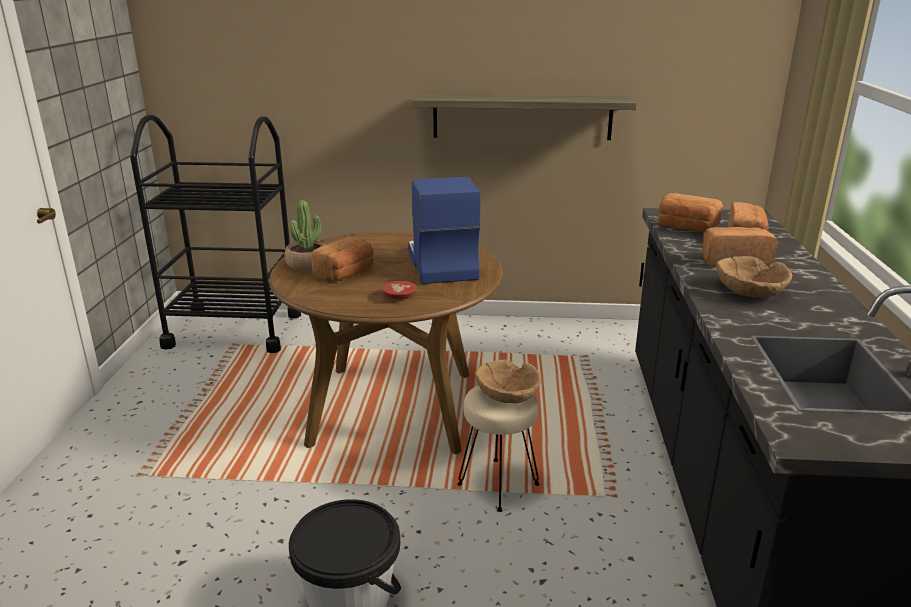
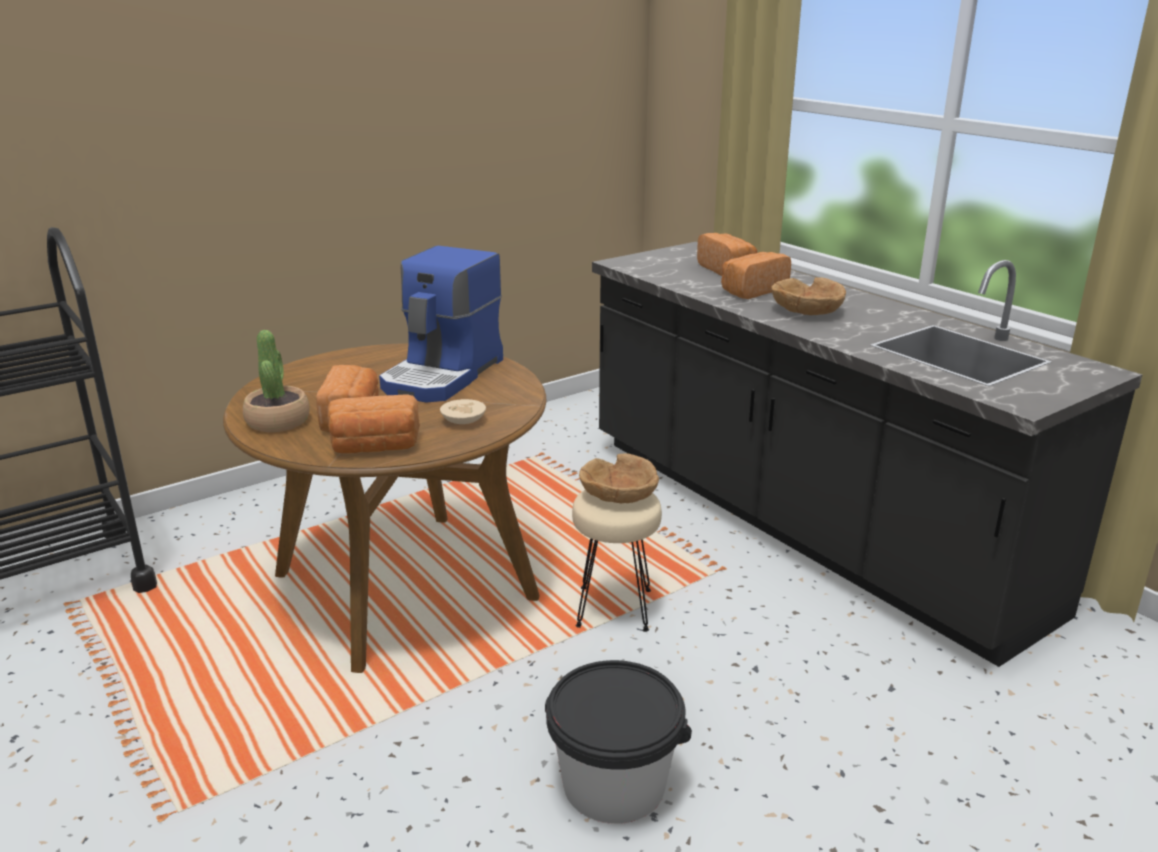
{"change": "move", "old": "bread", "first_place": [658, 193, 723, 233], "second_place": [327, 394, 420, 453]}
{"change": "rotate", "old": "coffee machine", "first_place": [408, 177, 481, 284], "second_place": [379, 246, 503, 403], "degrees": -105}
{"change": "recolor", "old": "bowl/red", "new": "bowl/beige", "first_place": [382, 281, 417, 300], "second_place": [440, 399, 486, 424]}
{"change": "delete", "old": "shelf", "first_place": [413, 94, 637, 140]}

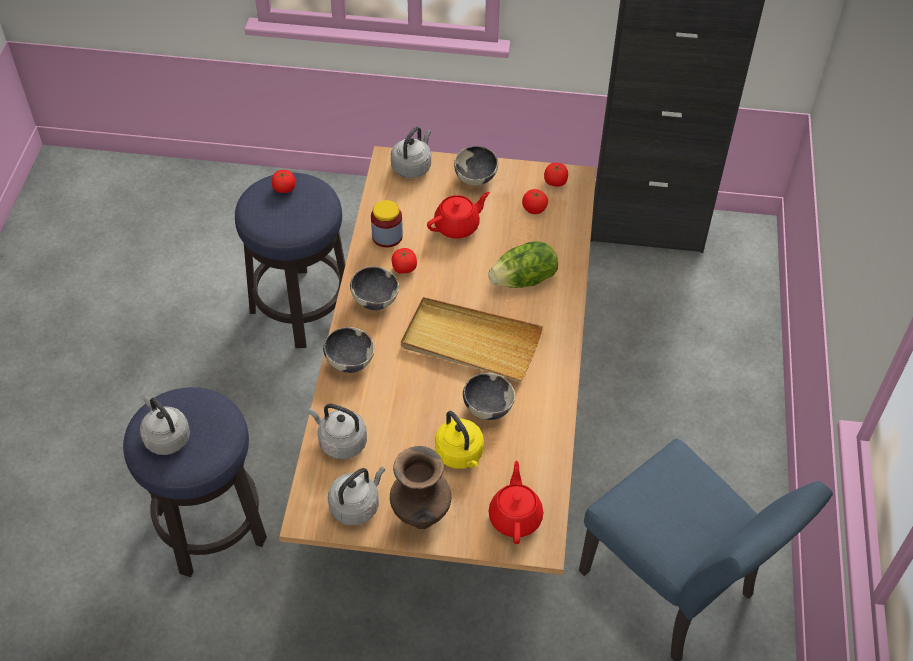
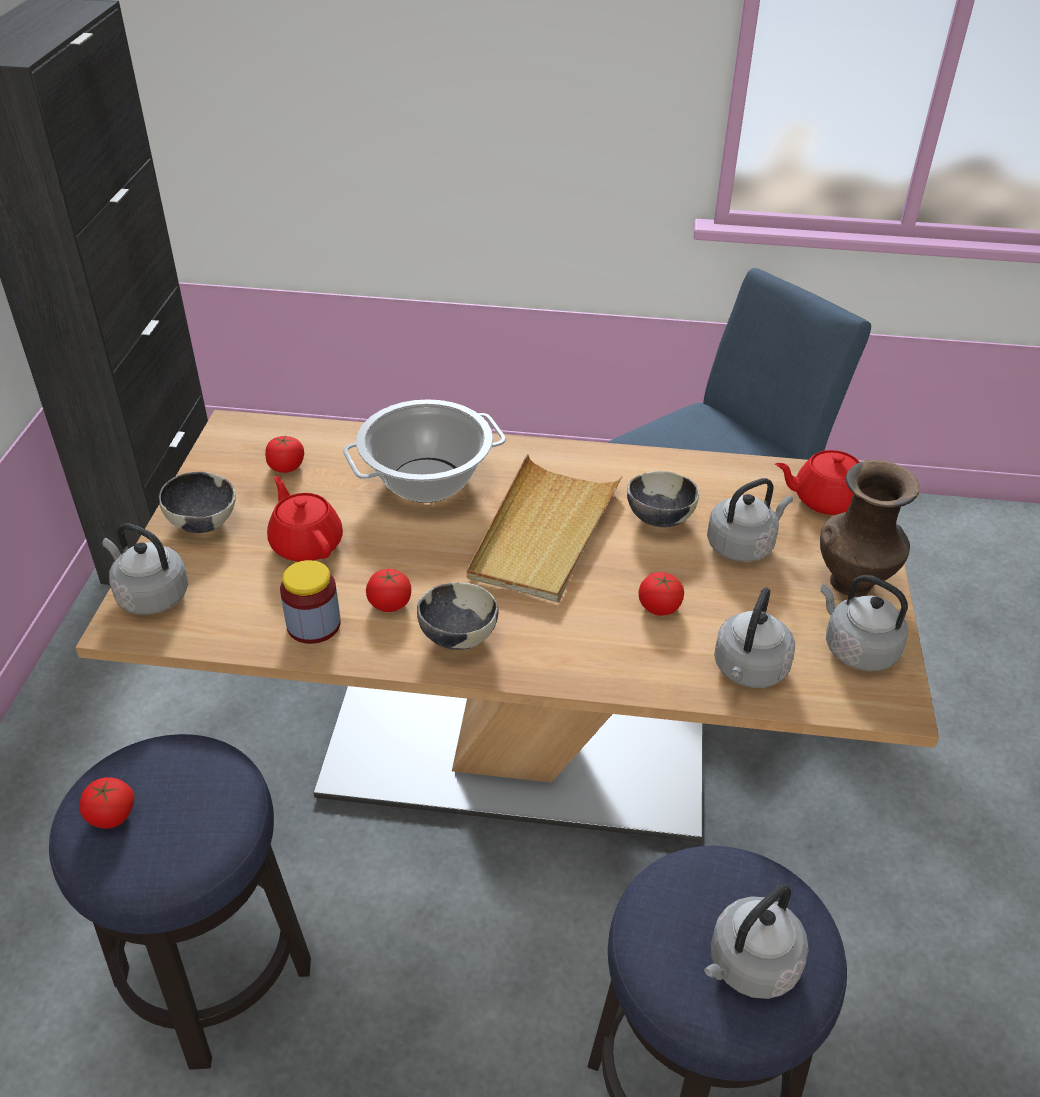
{"change": "replace", "old": "lettuce", "new": "cooking pot", "first_place": [488, 241, 558, 288], "second_place": [343, 399, 506, 503]}
{"change": "move", "old": "tomato", "first_place": [544, 163, 568, 187], "second_place": [638, 572, 684, 616]}
{"change": "recolor", "old": "kettle/yellow", "new": "kettle/grey", "first_place": [435, 411, 484, 469], "second_place": [707, 478, 793, 562]}
{"change": "delete", "old": "bowl", "first_place": [323, 327, 375, 373]}

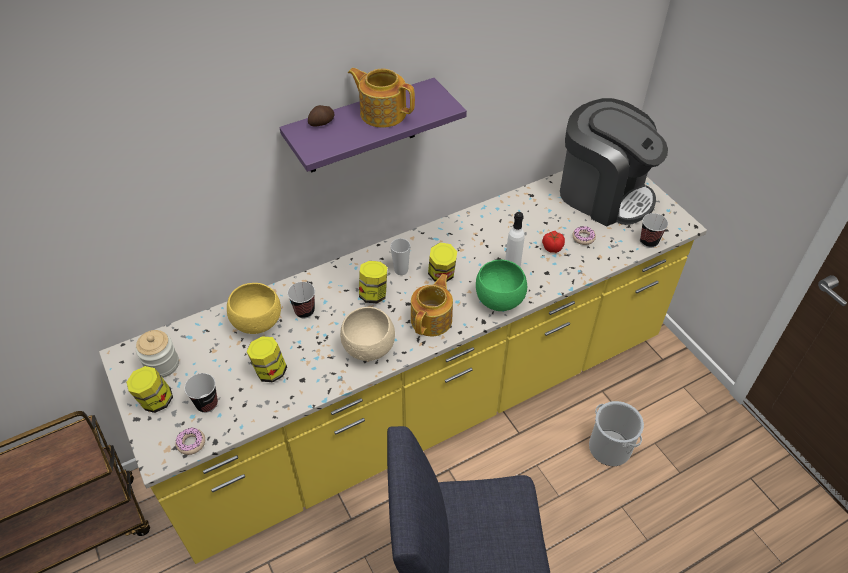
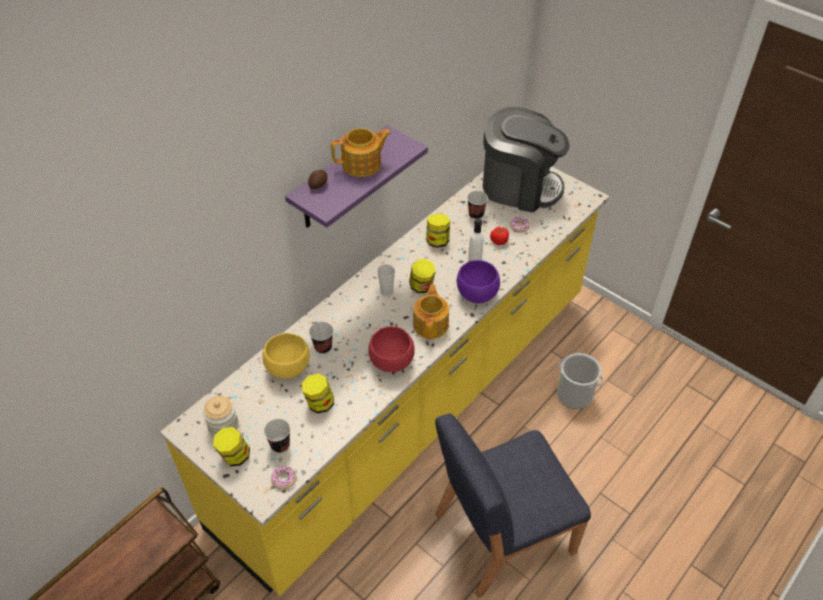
{"change": "rotate", "old": "teapot", "first_place": [348, 68, 415, 127], "second_place": [331, 128, 392, 177], "degrees": 150}
{"change": "recolor", "old": "bowl/beige", "new": "bowl/red", "first_place": [340, 307, 395, 361], "second_place": [368, 326, 415, 372]}
{"change": "move", "old": "jar", "first_place": [359, 261, 387, 303], "second_place": [426, 213, 450, 248]}
{"change": "recolor", "old": "bowl/green", "new": "bowl/purple", "first_place": [476, 260, 527, 311], "second_place": [457, 260, 500, 303]}
{"change": "move", "old": "cup", "first_place": [640, 213, 668, 248], "second_place": [467, 191, 488, 219]}

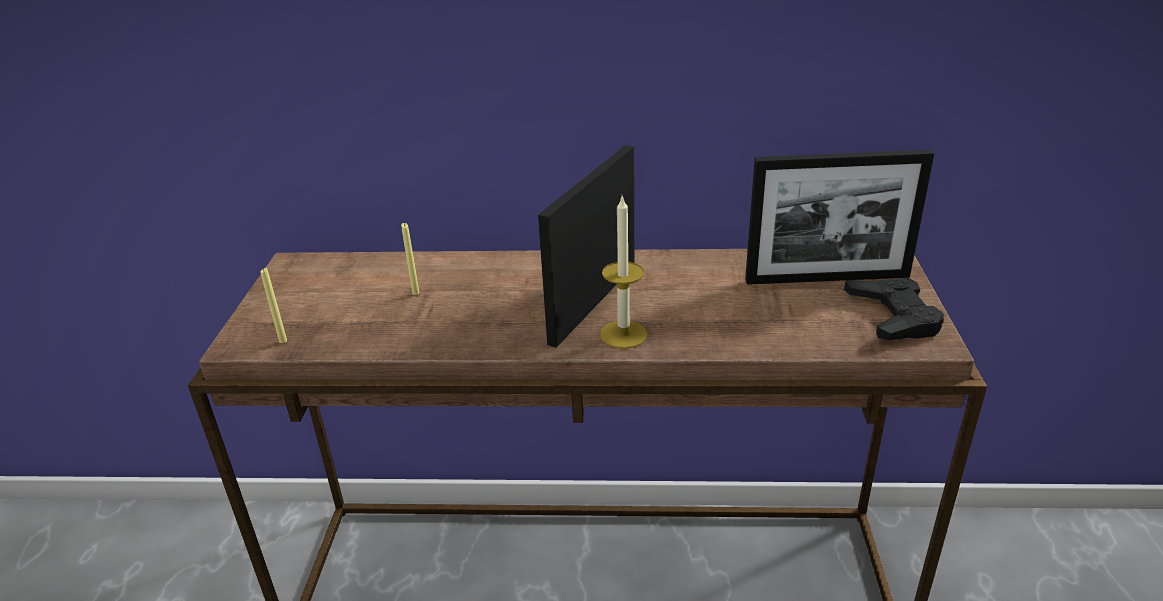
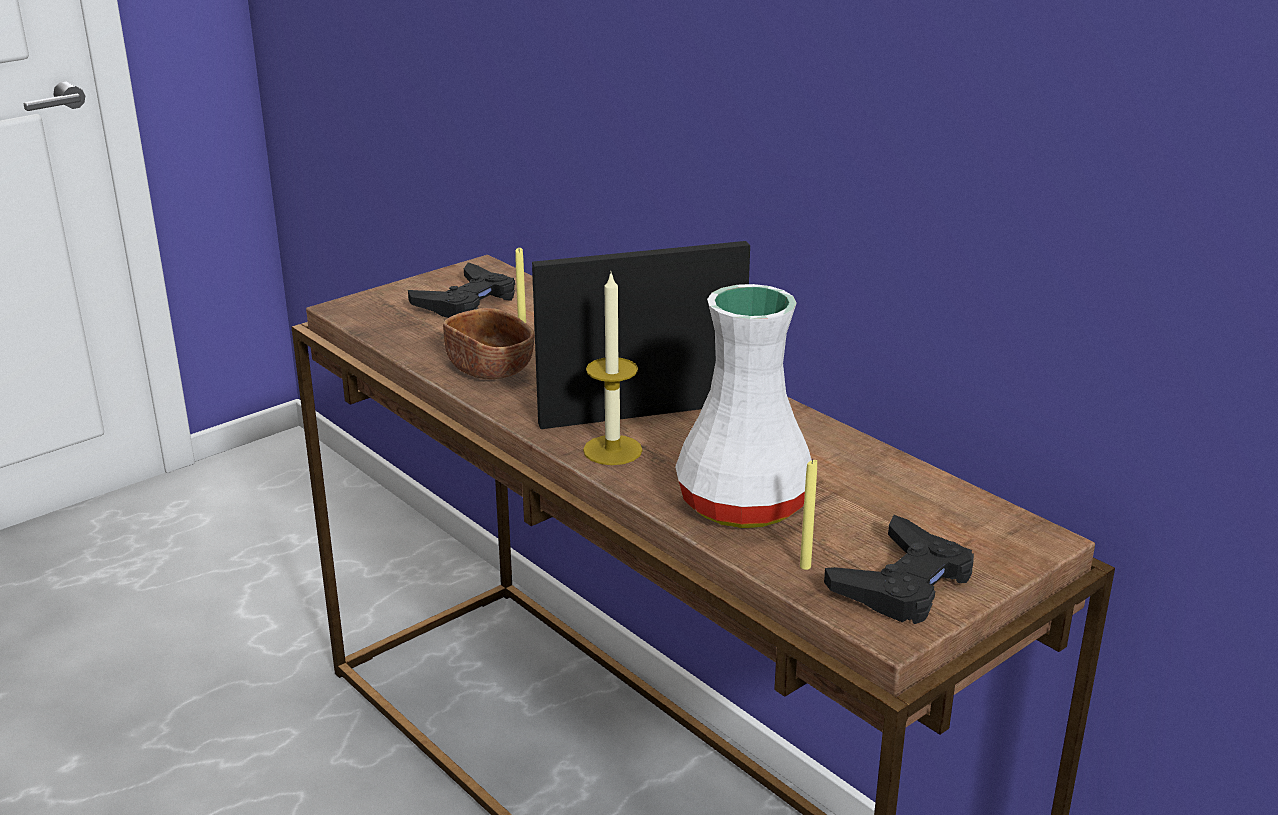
{"change": "insert", "new": "game controller/black", "second_place": [408, 262, 515, 318]}
{"change": "insert", "new": "bowl/brown", "second_place": [443, 308, 534, 379]}
{"change": "insert", "new": "vase/white", "second_place": [675, 284, 812, 528]}
{"change": "move", "old": "candle/yellow", "first_place": [260, 268, 287, 343], "second_place": [800, 459, 817, 570]}
{"change": "delete", "old": "picture frame", "first_place": [745, 150, 934, 285]}

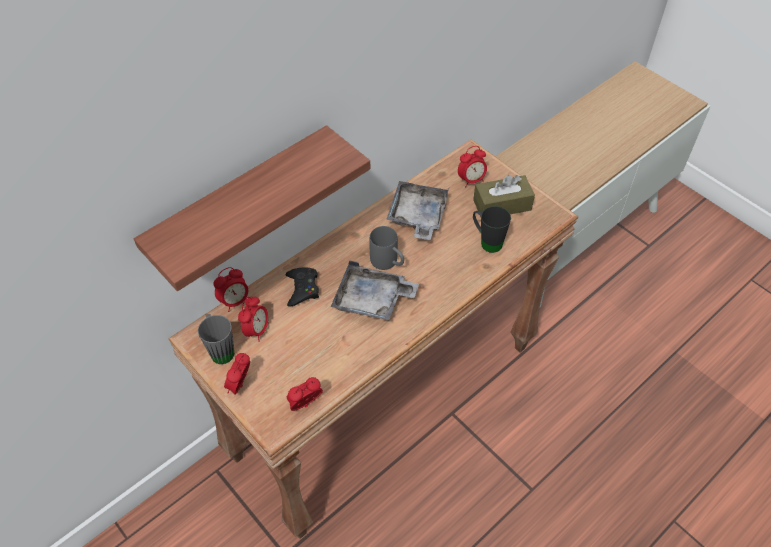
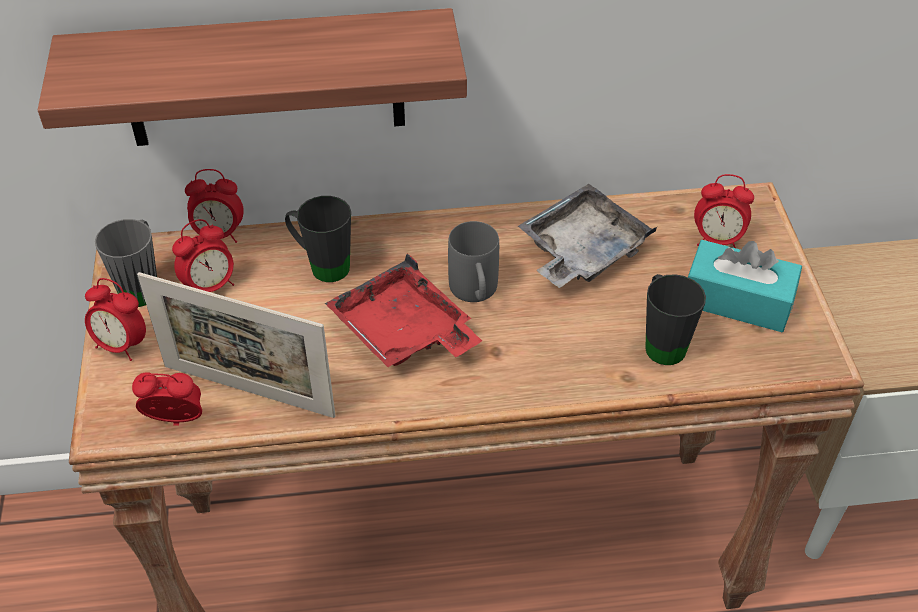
{"change": "rotate", "old": "alarm clock", "first_place": [224, 353, 250, 395], "second_place": [85, 278, 146, 361], "degrees": -120}
{"change": "insert", "new": "picture frame", "second_place": [137, 272, 336, 418]}
{"change": "replace", "old": "game controller/black", "new": "mug/black", "first_place": [286, 268, 319, 307], "second_place": [285, 196, 351, 282]}
{"change": "recolor", "old": "tray/grey", "new": "tray/red", "first_place": [331, 260, 419, 320], "second_place": [325, 253, 482, 367]}
{"change": "recolor", "old": "tissue box/brown", "new": "tissue box/turquoise", "first_place": [473, 175, 535, 217], "second_place": [688, 240, 802, 332]}

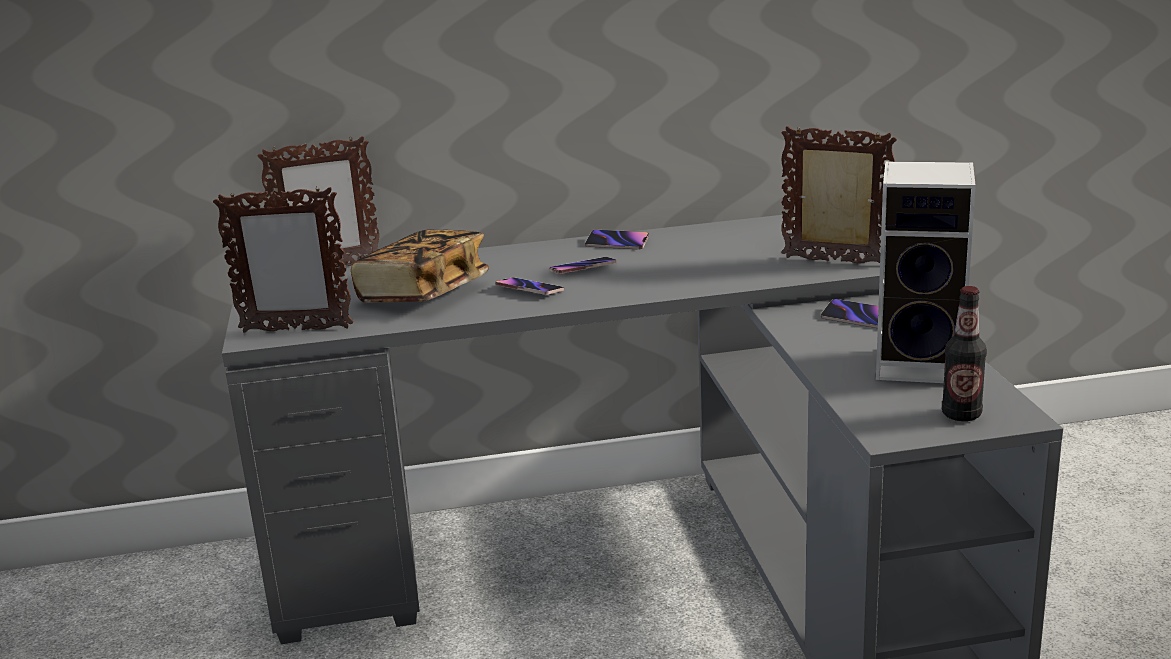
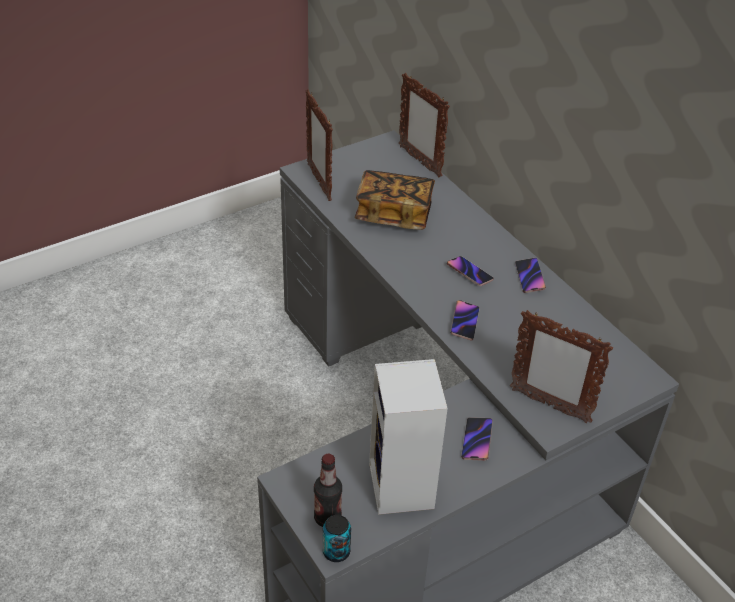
{"change": "insert", "new": "can", "second_place": [323, 515, 351, 562]}
{"change": "move", "old": "phone", "first_place": [495, 278, 564, 295], "second_place": [450, 300, 480, 341]}
{"change": "rotate", "old": "picture frame", "first_place": [781, 126, 897, 263], "second_place": [510, 310, 613, 423], "degrees": 120}

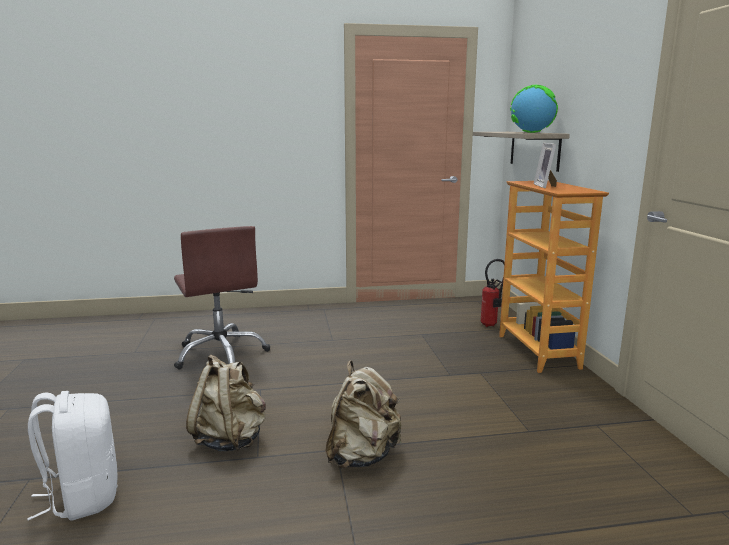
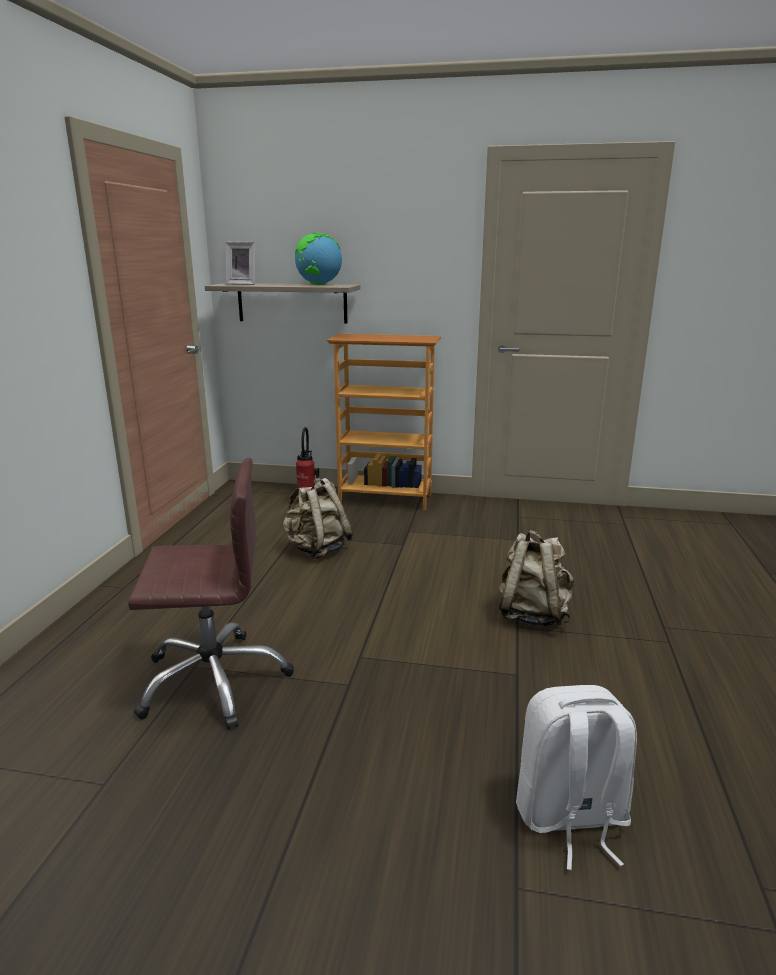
{"change": "move", "old": "picture frame", "first_place": [534, 143, 557, 188], "second_place": [226, 242, 255, 285]}
{"change": "move", "old": "backpack/beige", "first_place": [186, 355, 266, 451], "second_place": [282, 478, 353, 559]}

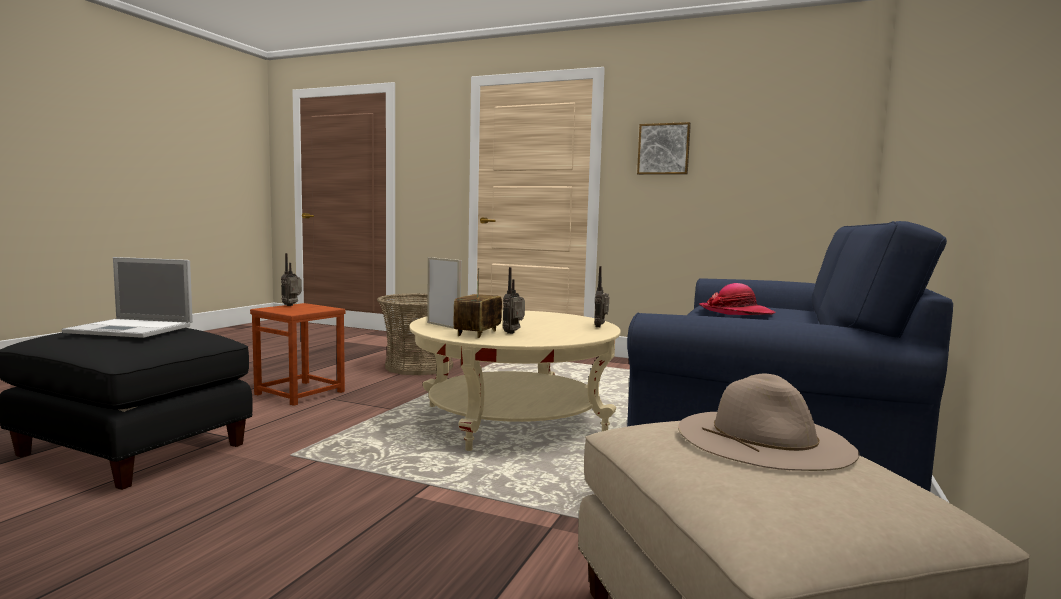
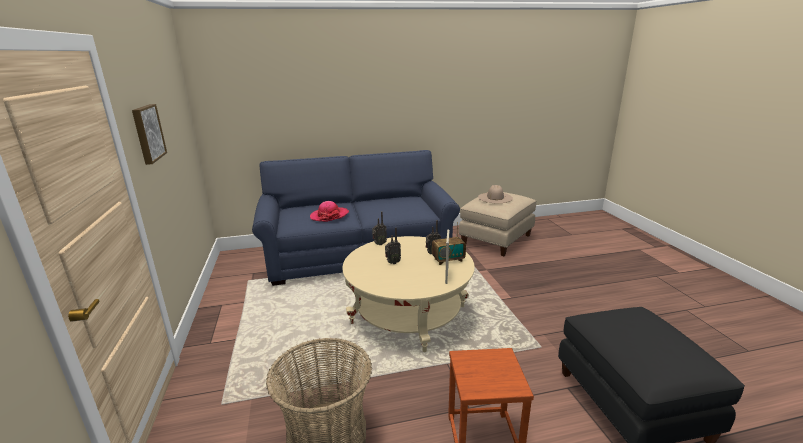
{"change": "move", "old": "radio", "first_place": [281, 253, 302, 306], "second_place": [385, 228, 401, 264]}
{"change": "delete", "old": "laptop", "first_place": [61, 257, 193, 338]}

